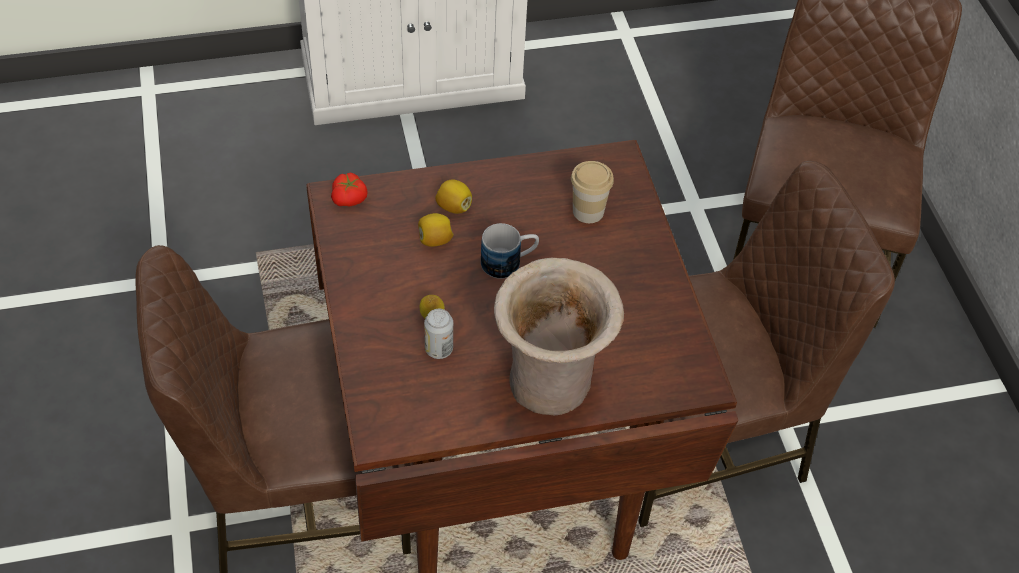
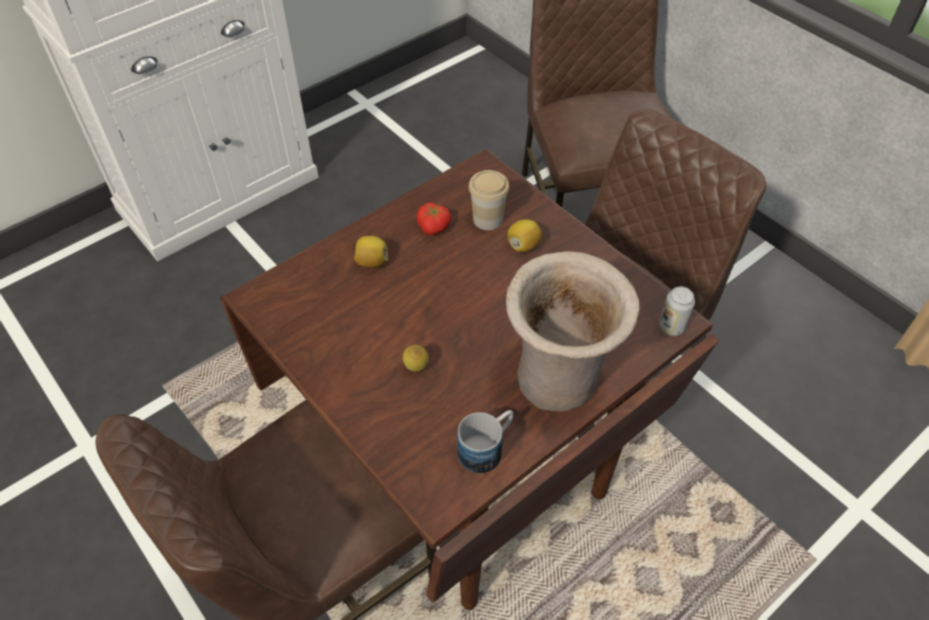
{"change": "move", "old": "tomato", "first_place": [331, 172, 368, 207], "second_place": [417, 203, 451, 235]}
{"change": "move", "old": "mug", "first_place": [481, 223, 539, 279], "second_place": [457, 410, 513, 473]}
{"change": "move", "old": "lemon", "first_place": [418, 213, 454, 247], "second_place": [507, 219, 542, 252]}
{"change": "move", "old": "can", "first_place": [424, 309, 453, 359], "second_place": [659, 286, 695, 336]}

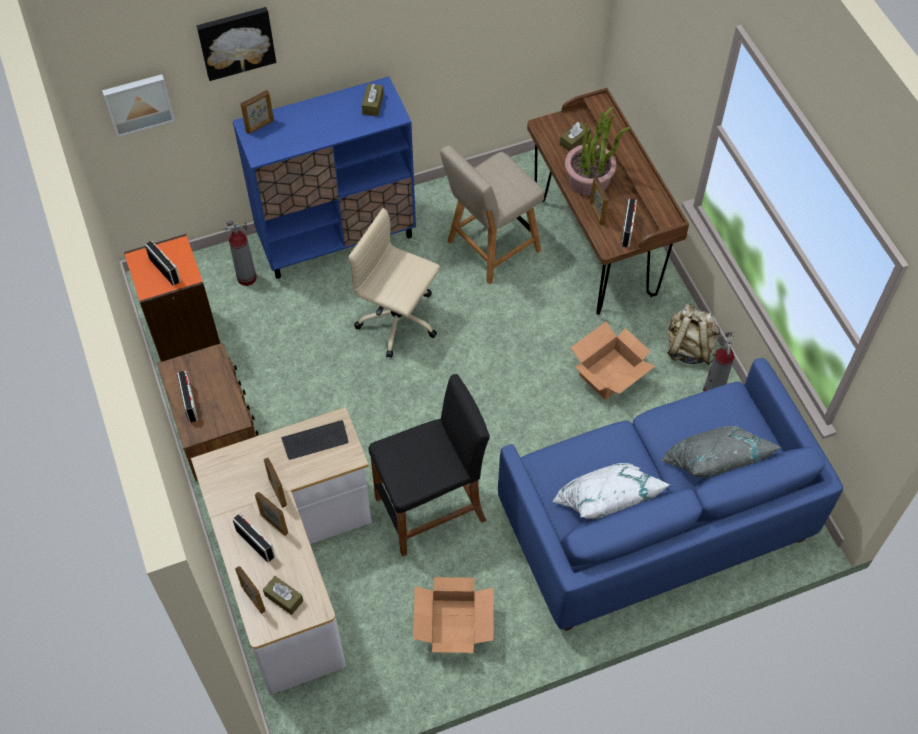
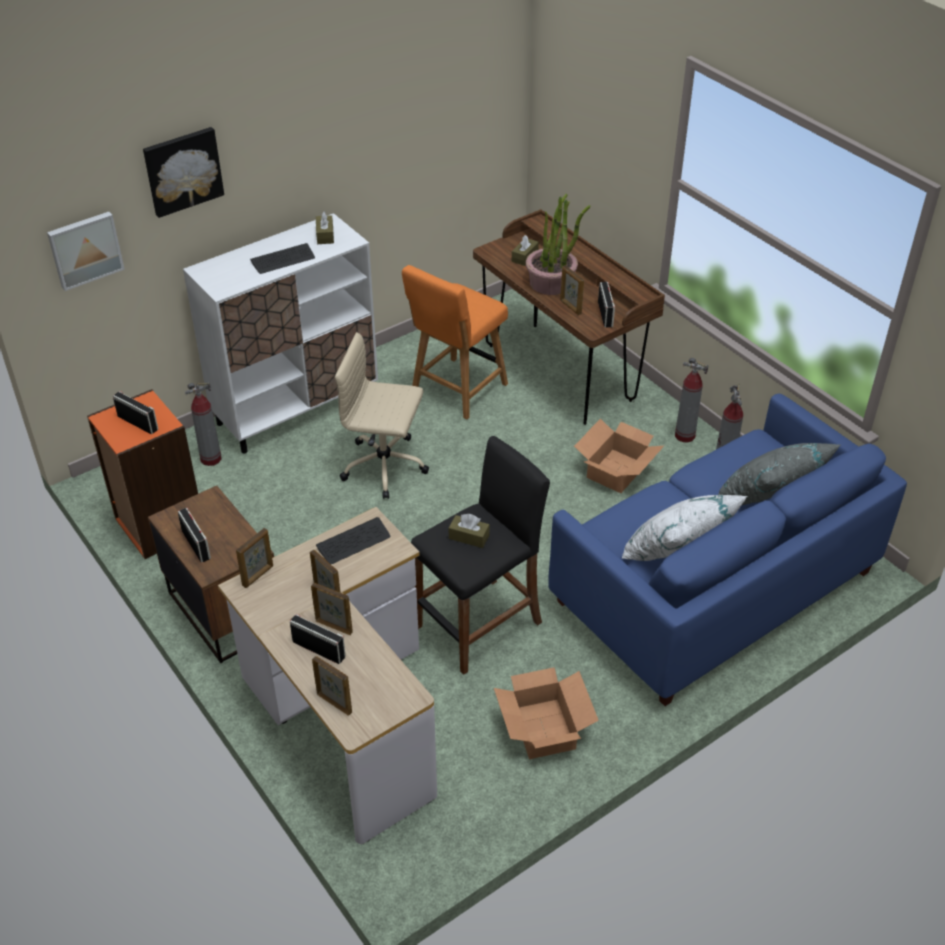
{"change": "recolor", "old": "cabinet/blue", "new": "cabinet/white", "first_place": [233, 77, 416, 279], "second_place": [183, 213, 378, 454]}
{"change": "move", "old": "picture frame", "first_place": [241, 90, 274, 134], "second_place": [236, 528, 273, 588]}
{"change": "insert", "new": "keyboard", "second_place": [250, 243, 315, 274]}
{"change": "recolor", "old": "chair/beige", "new": "chair/orange", "first_place": [440, 145, 544, 284], "second_place": [402, 265, 508, 420]}
{"change": "move", "old": "tissue box/brown", "first_place": [263, 576, 303, 615], "second_place": [449, 514, 490, 548]}
{"change": "replace", "old": "backpack/beige", "new": "fire extinguisher", "first_place": [666, 303, 720, 365], "second_place": [675, 358, 708, 443]}

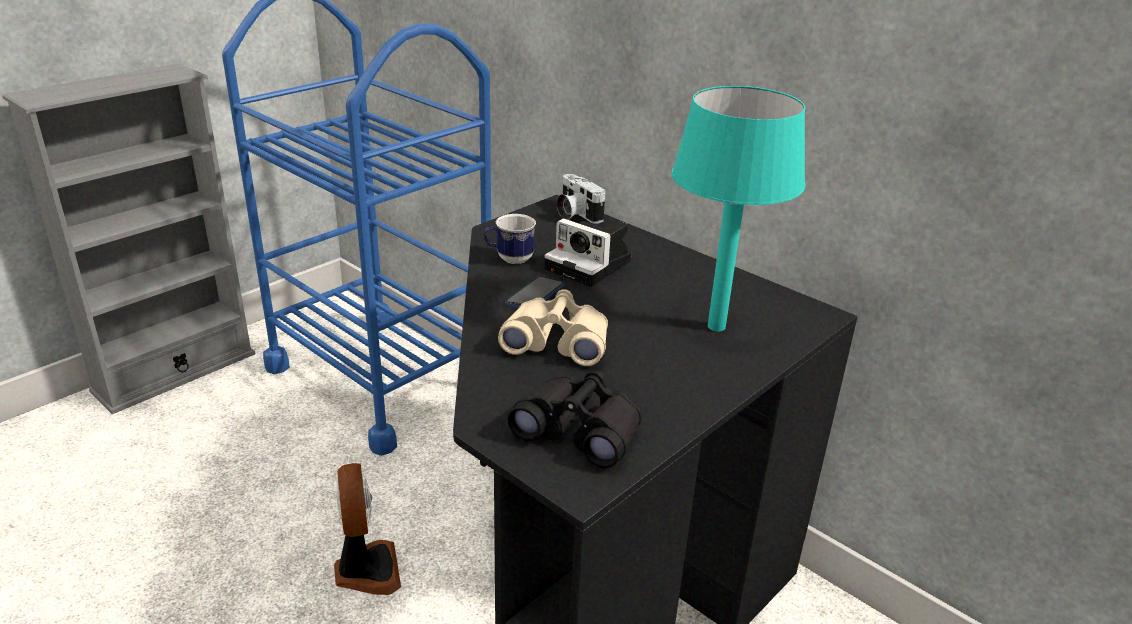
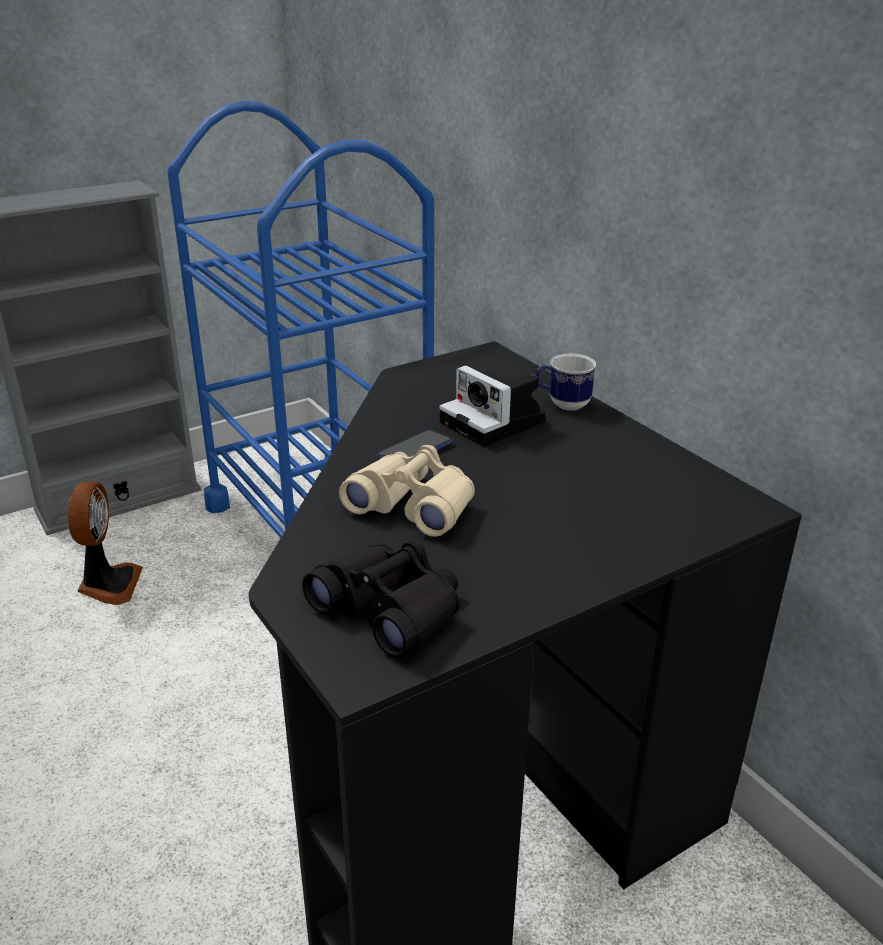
{"change": "move", "old": "fan", "first_place": [334, 463, 401, 595], "second_place": [68, 481, 143, 605]}
{"change": "move", "old": "mug", "first_place": [484, 214, 536, 264], "second_place": [536, 354, 596, 410]}
{"change": "delete", "old": "photo camera", "first_place": [557, 174, 605, 224]}
{"change": "delete", "old": "table lamp/turquoise", "first_place": [672, 86, 806, 331]}

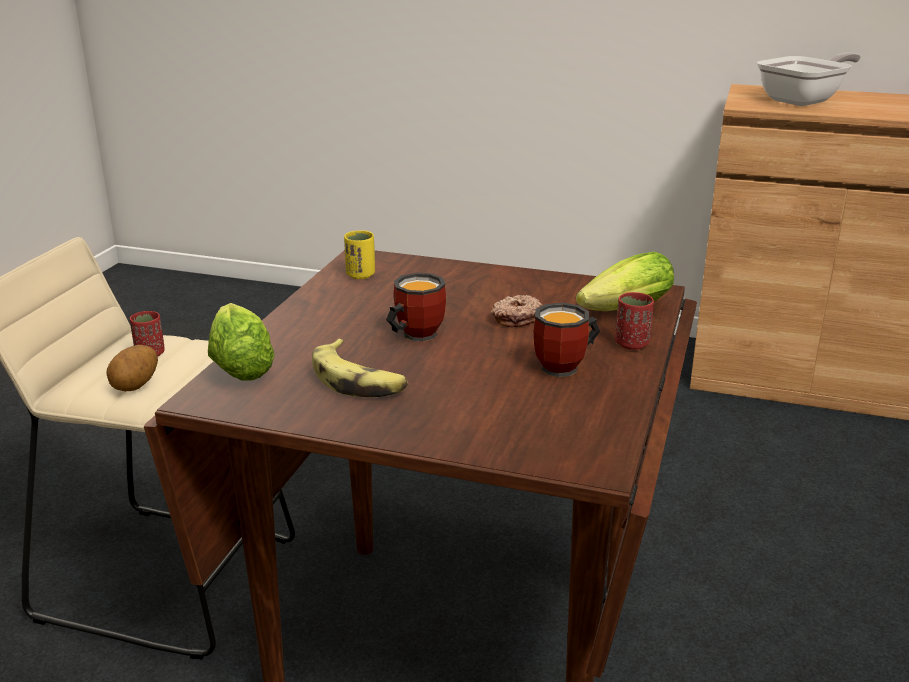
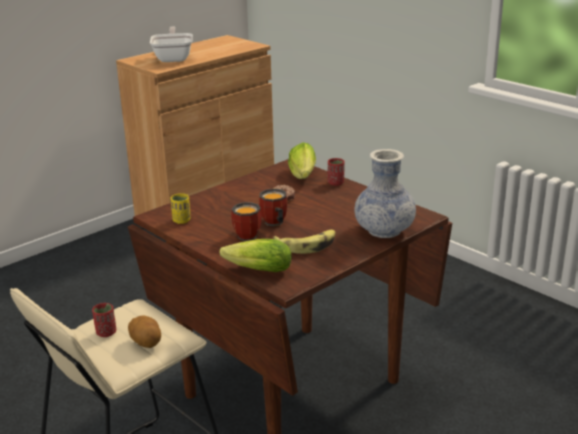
{"change": "move", "old": "mug", "first_place": [534, 302, 600, 377], "second_place": [231, 202, 262, 241]}
{"change": "insert", "new": "vase", "second_place": [354, 149, 416, 238]}

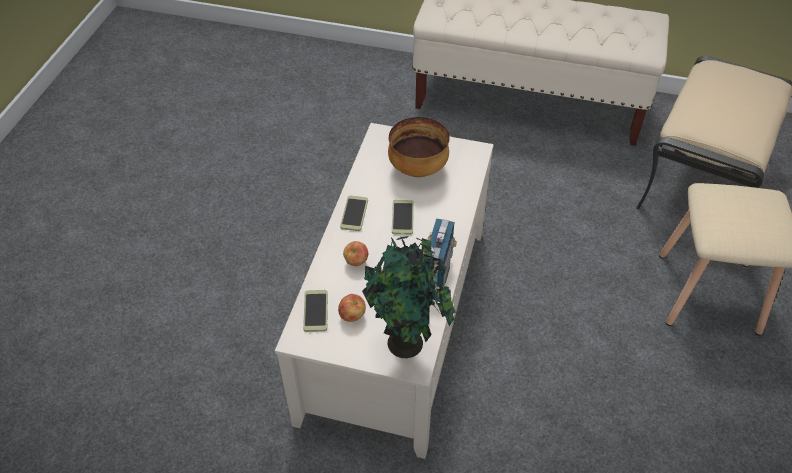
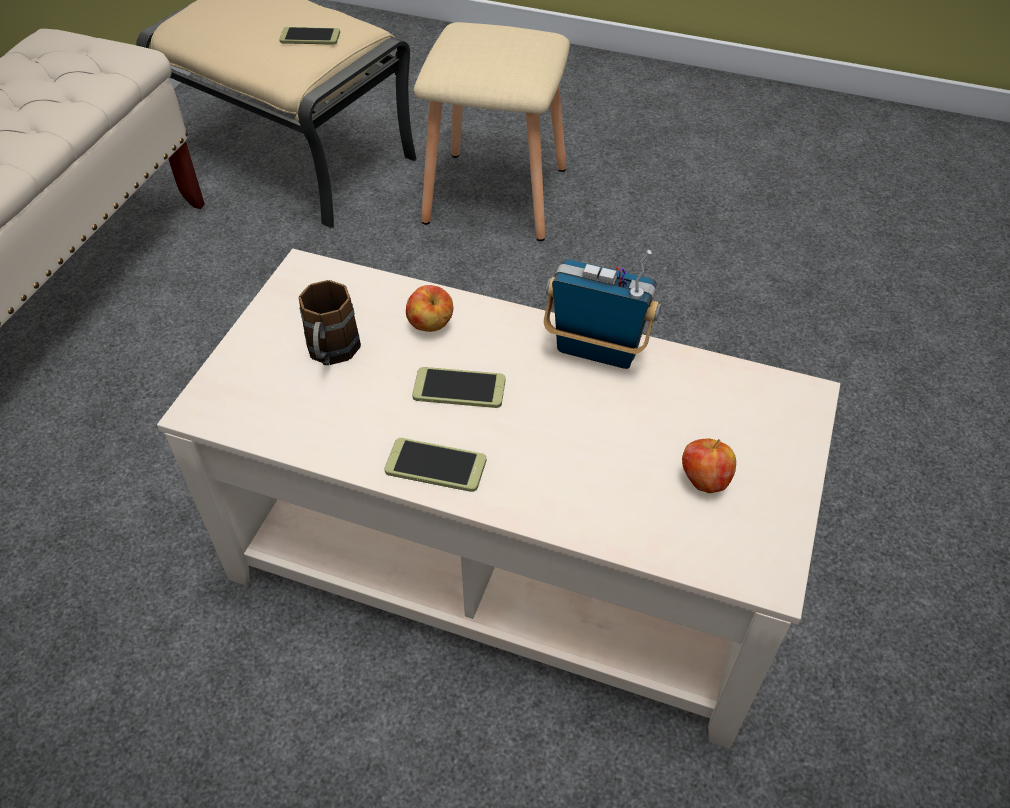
{"change": "move", "old": "phone", "first_place": [303, 290, 328, 332], "second_place": [279, 27, 340, 45]}
{"change": "replace", "old": "bowl", "new": "mug/brown", "first_place": [388, 117, 449, 177], "second_place": [298, 280, 361, 365]}
{"change": "move", "old": "apple", "first_place": [343, 241, 369, 266], "second_place": [406, 285, 453, 332]}
{"change": "delete", "old": "potted plant", "first_place": [362, 236, 456, 358]}

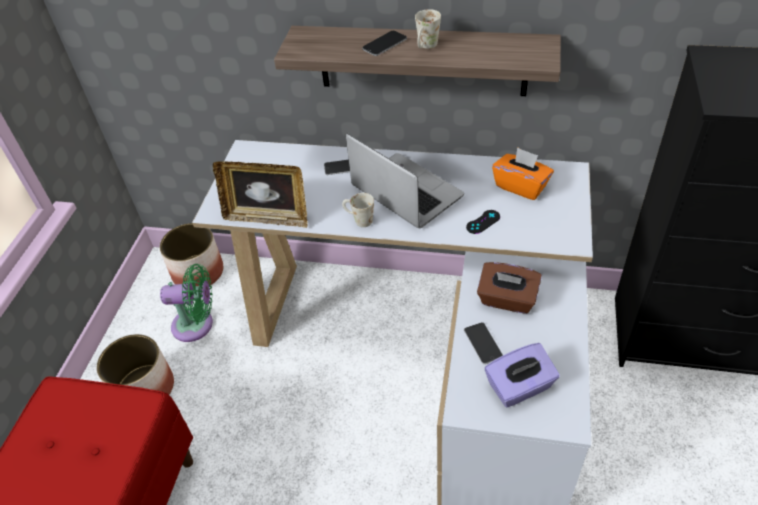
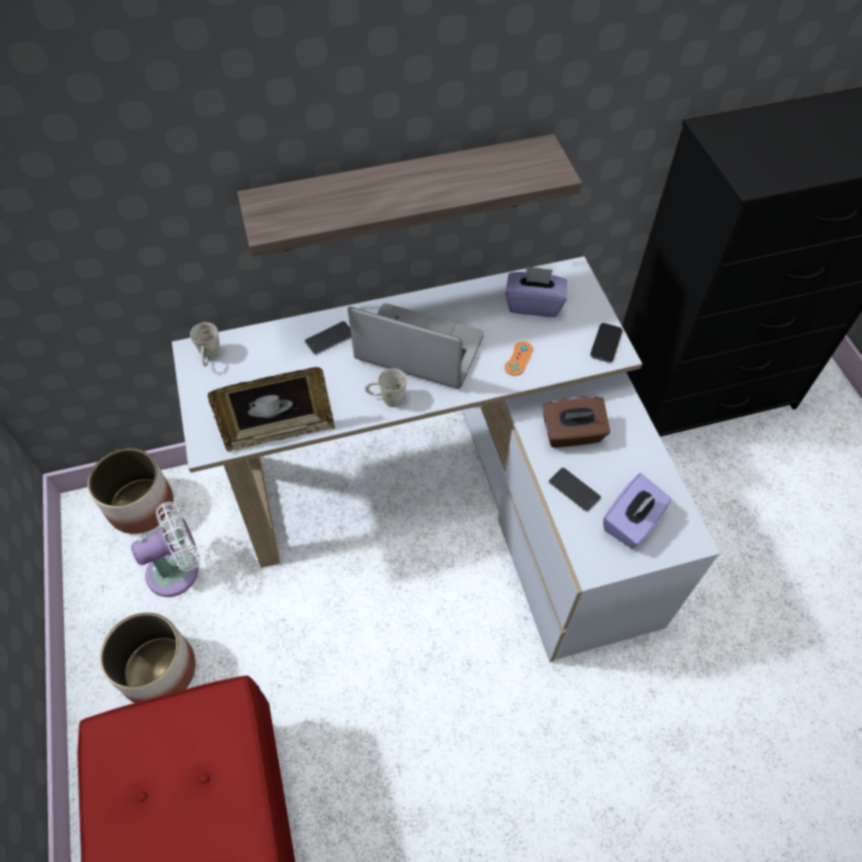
{"change": "recolor", "old": "fan/green", "new": "fan/white", "first_place": [160, 264, 213, 342], "second_place": [131, 502, 200, 597]}
{"change": "move", "old": "mug/white", "first_place": [415, 9, 441, 49], "second_place": [190, 322, 221, 367]}
{"change": "recolor", "old": "tissue box/orange", "new": "tissue box/purple", "first_place": [492, 147, 554, 200], "second_place": [505, 266, 567, 317]}
{"change": "recolor", "old": "game controller/black", "new": "game controller/orange", "first_place": [466, 210, 500, 234], "second_place": [505, 342, 533, 376]}
{"change": "move", "old": "phone", "first_place": [362, 31, 407, 56], "second_place": [590, 323, 623, 363]}

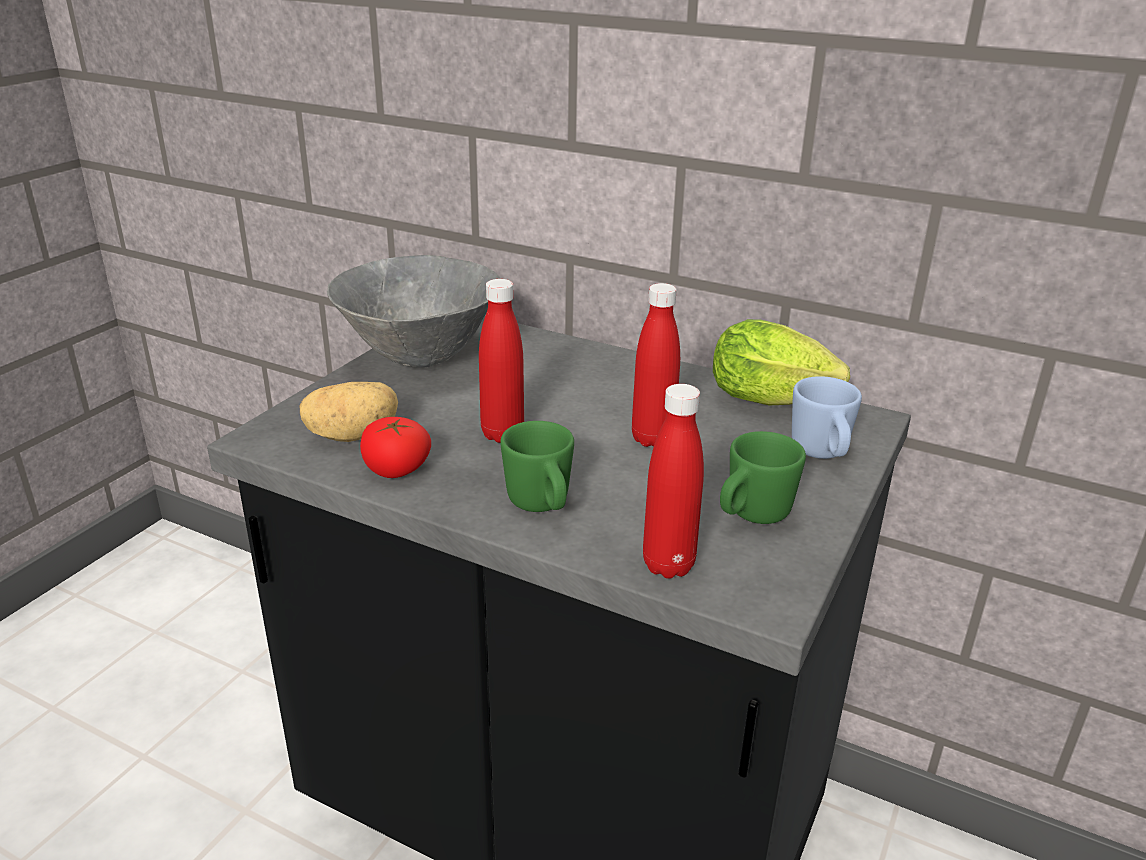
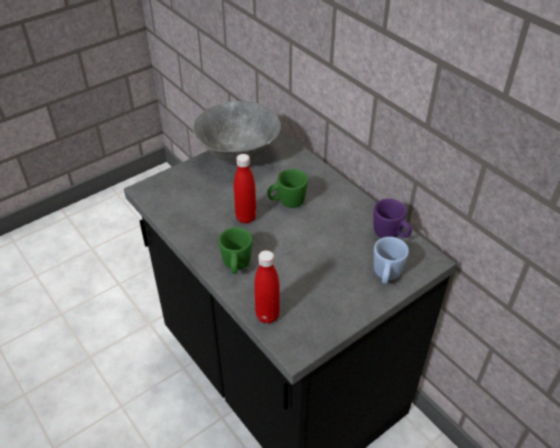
{"change": "move", "old": "mug/green", "first_place": [720, 431, 806, 524], "second_place": [267, 169, 308, 208]}
{"change": "replace", "old": "lettuce", "new": "mug/purple", "first_place": [713, 319, 850, 406], "second_place": [374, 198, 412, 238]}
{"change": "delete", "old": "potato", "first_place": [300, 382, 398, 442]}
{"change": "delete", "old": "tomato", "first_place": [360, 417, 431, 478]}
{"change": "delete", "old": "bottle/red", "first_place": [632, 283, 680, 447]}

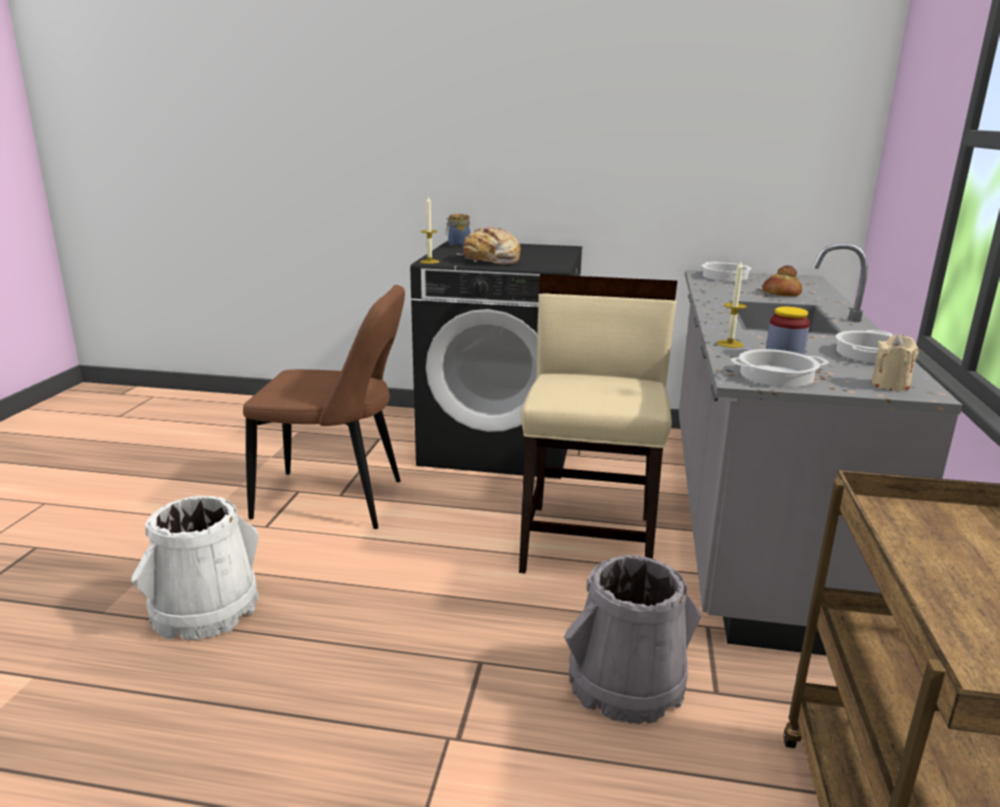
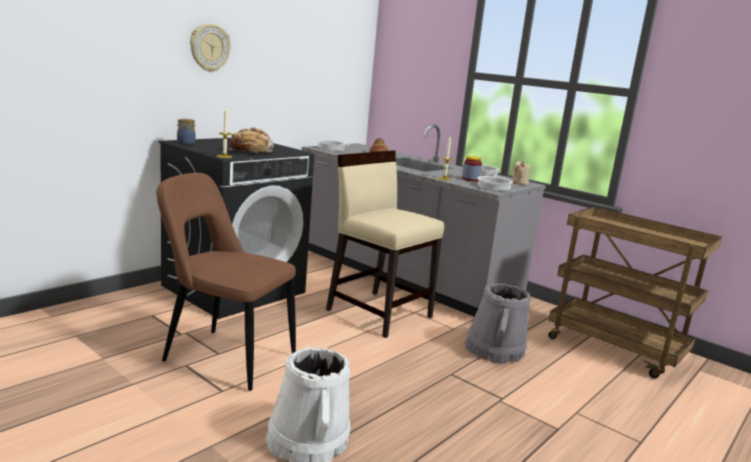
{"change": "rotate", "old": "chair/brown", "first_place": [243, 285, 405, 529], "second_place": [156, 173, 296, 391], "degrees": -105}
{"change": "insert", "new": "wall clock", "second_place": [190, 24, 231, 72]}

